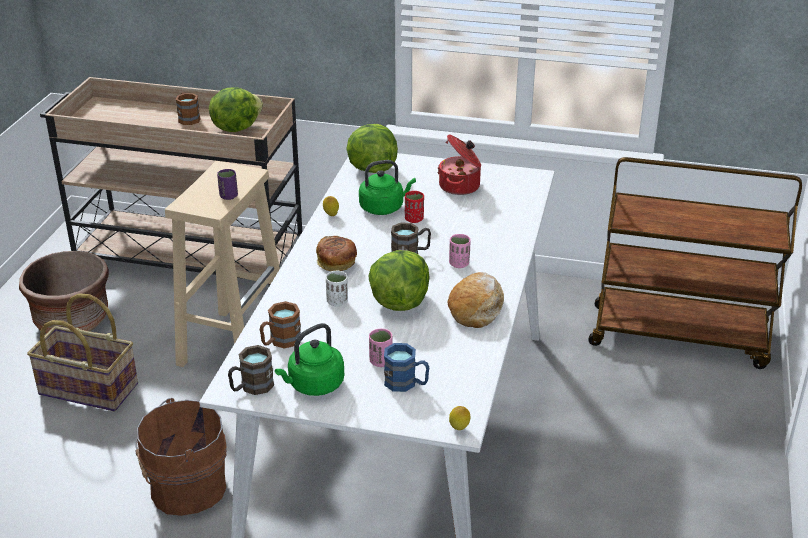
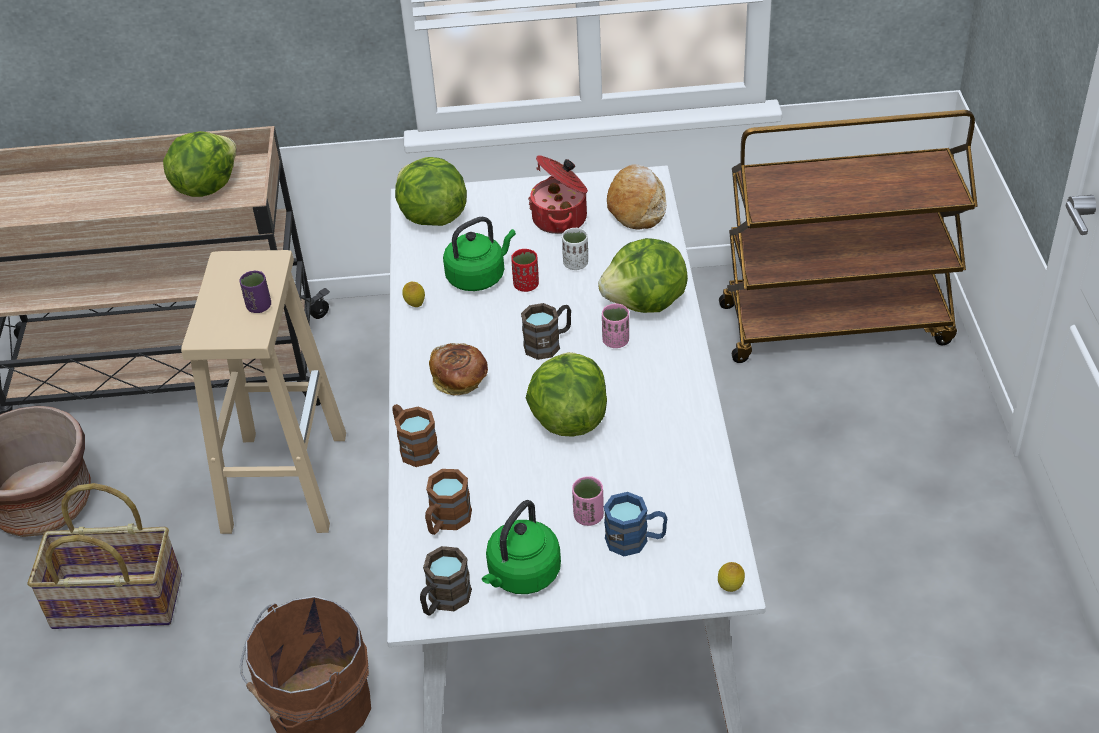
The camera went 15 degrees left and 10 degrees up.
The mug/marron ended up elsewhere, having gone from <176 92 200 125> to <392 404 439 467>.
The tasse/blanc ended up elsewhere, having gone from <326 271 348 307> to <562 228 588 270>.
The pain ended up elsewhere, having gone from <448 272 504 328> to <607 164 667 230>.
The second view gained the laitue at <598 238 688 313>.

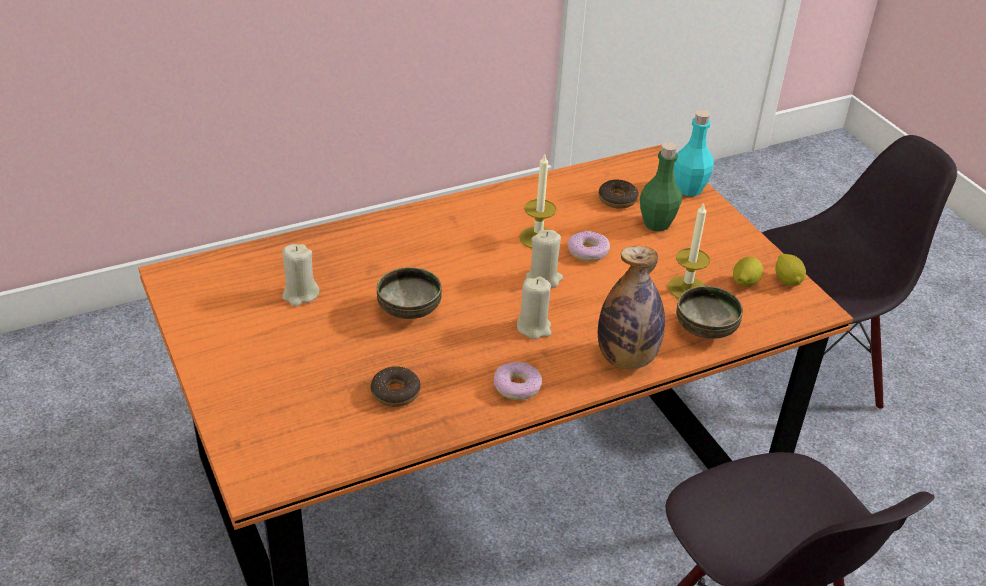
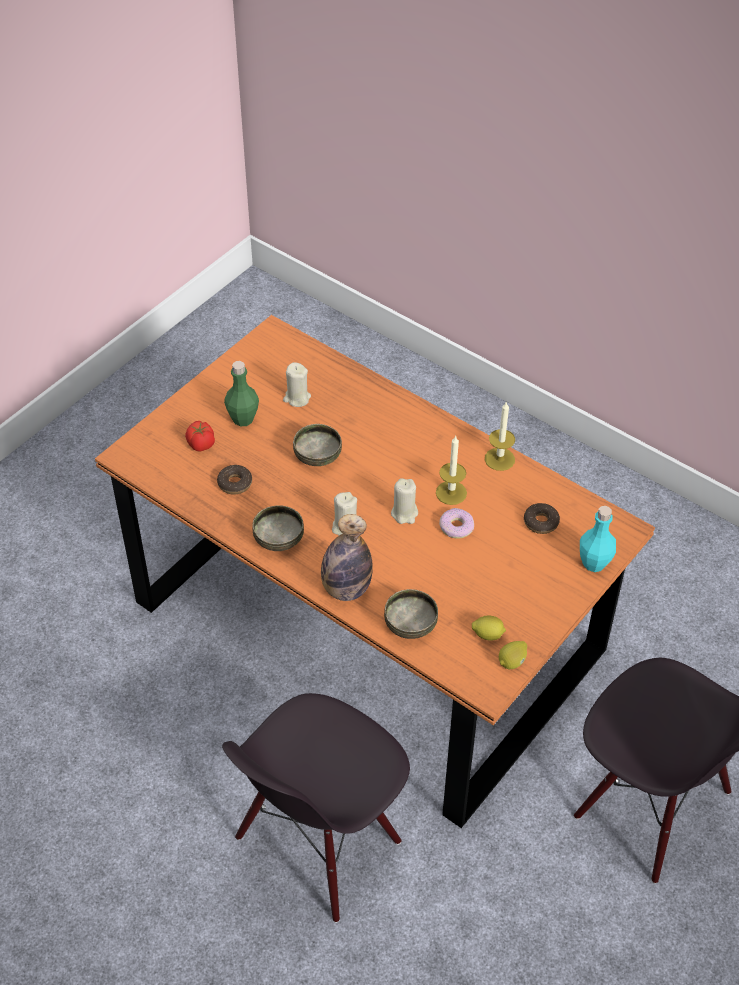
The camera went 65 degrees right and 10 degrees up.
Where the beignet stood at <494 362 542 400>, the bol came to stand at <252 505 304 551>.
The bouteille/vert ended up elsewhere, having gone from <640 142 682 231> to <224 361 259 426>.
The bougie ended up elsewhere, having gone from <668 203 710 299> to <485 401 515 471>.
The second view gained the tomate at <185 421 215 452>.

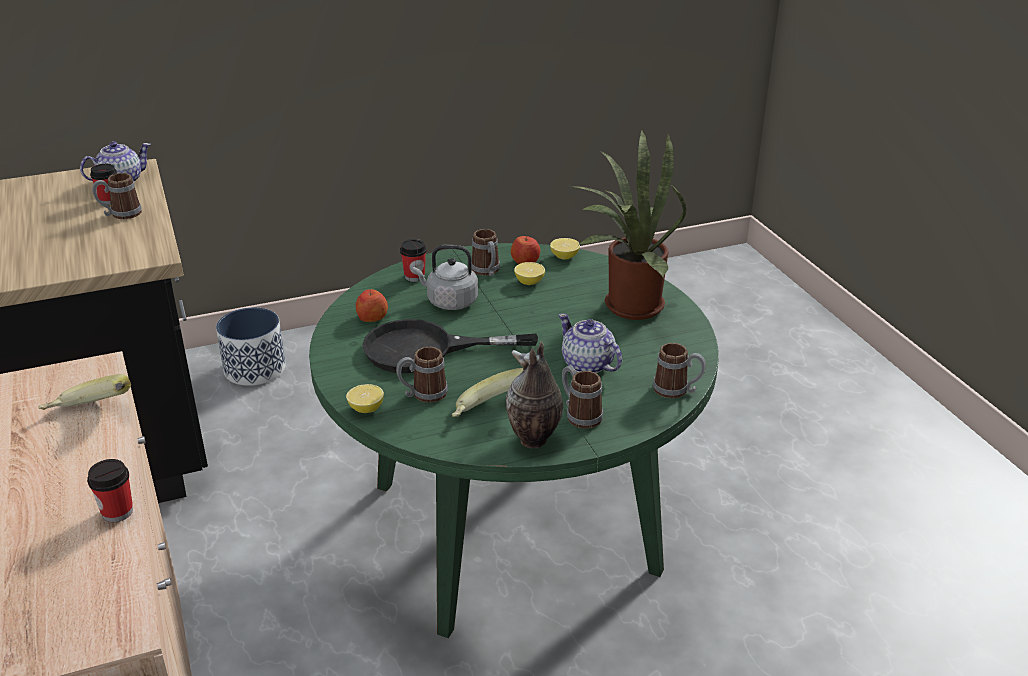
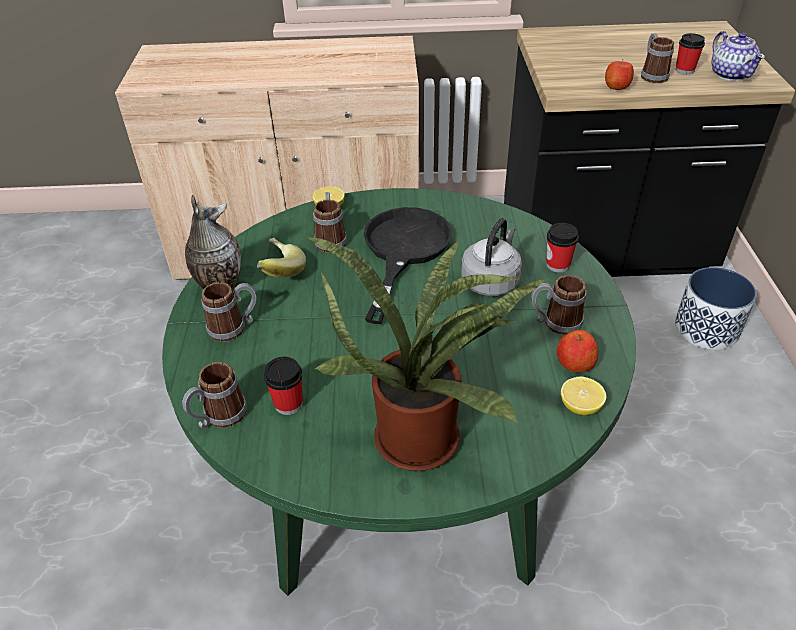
The camera went 110 degrees right and 10 degrees up.
The second view lost the banane at <39 374 131 410>.
The tasse ended up elsewhere, having gone from <87 459 133 522> to <264 357 303 415>.
The pomme ended up elsewhere, having gone from <356 289 388 322> to <605 61 634 90>.
The second view lost the citron at <514 262 545 285>.
The second view lost the théière at <559 313 622 373>.

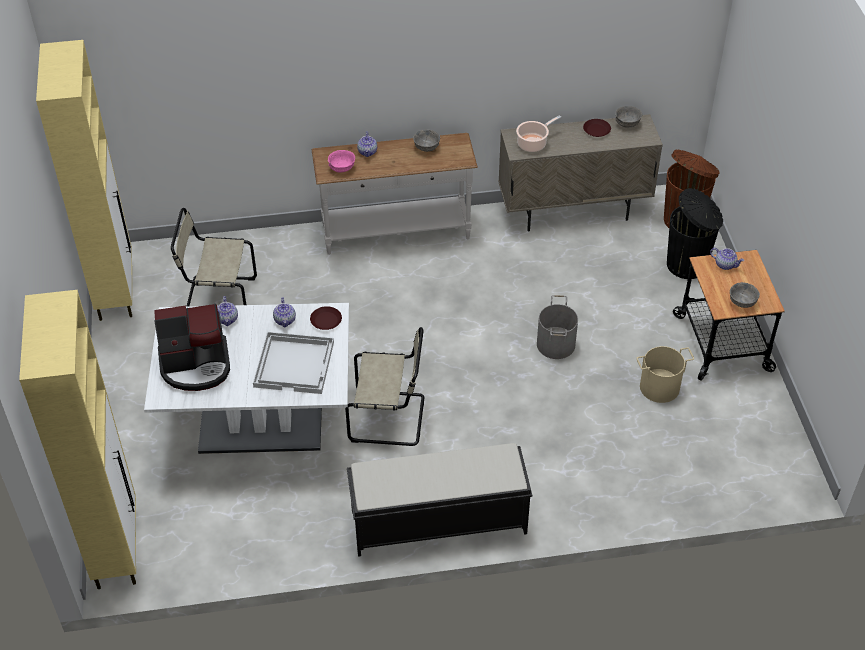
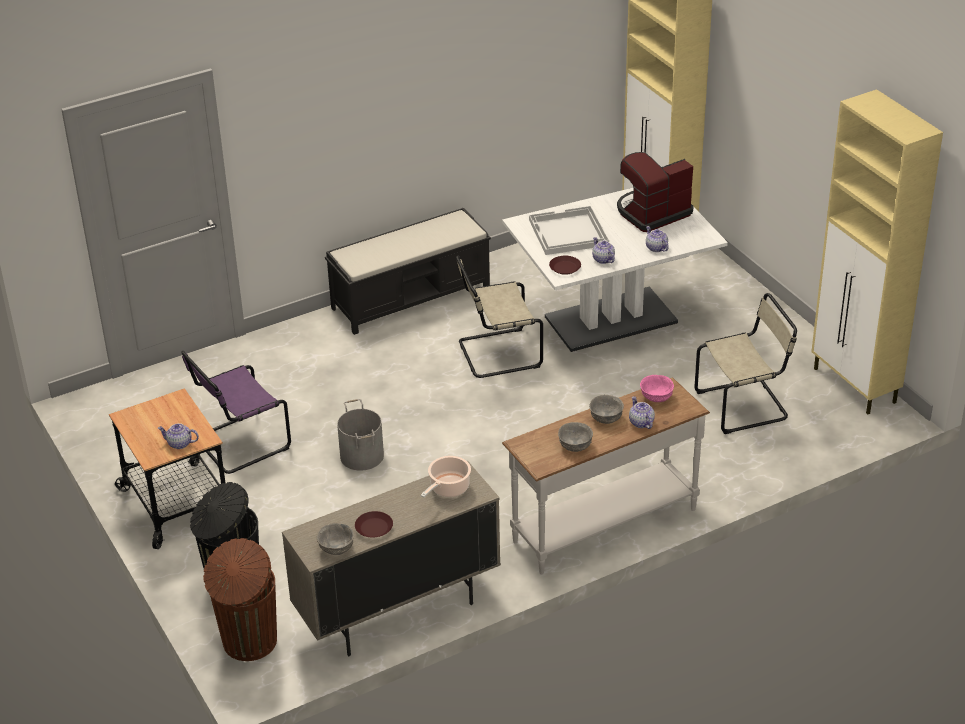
The camera went 160 degrees right and 10 degrees down.
Where the seau/beige stood at <636 346 694 403>, the chaise/violet came to stand at <181 351 291 474>.
The bol/gris ended up elsewhere, having gone from <730 282 760 308> to <589 395 624 424>.

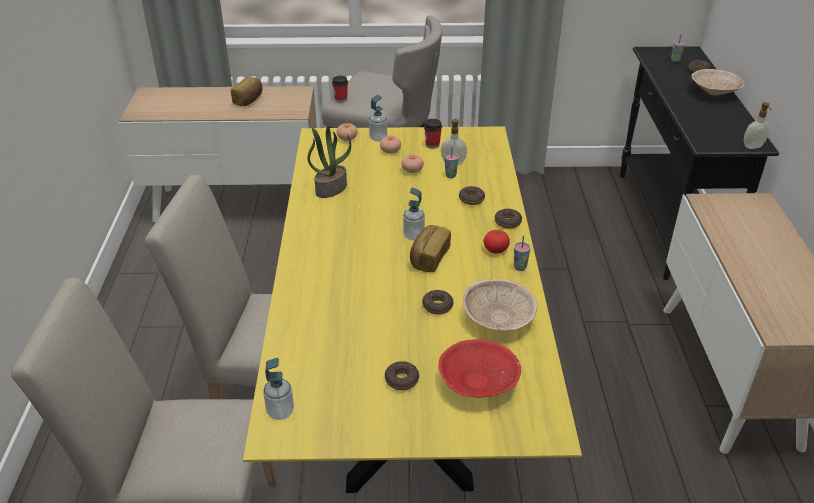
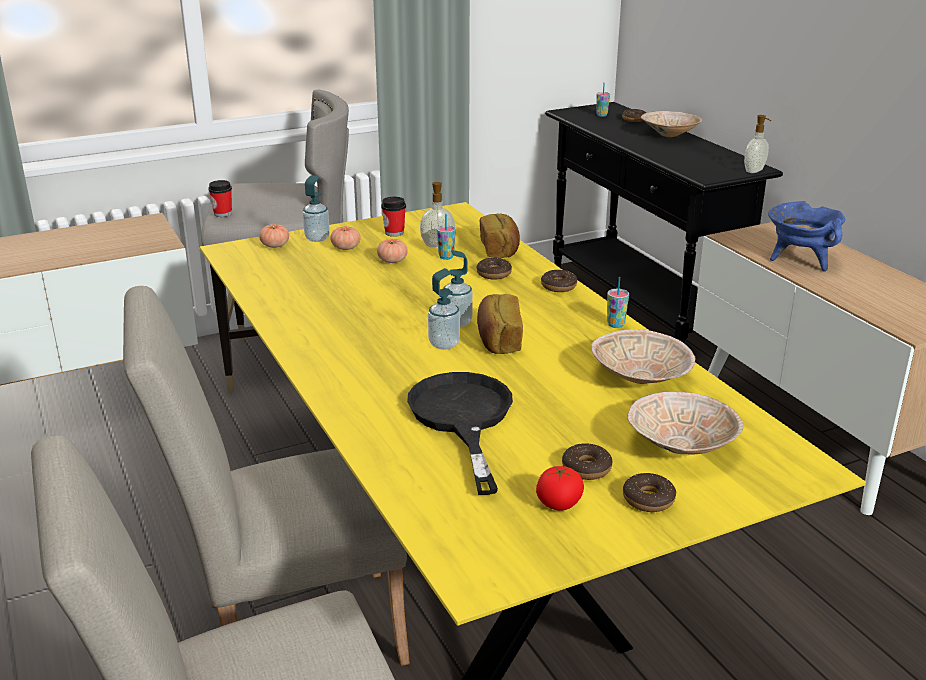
The camera went 25 degrees left and 10 degrees down.
The pain ended up elsewhere, having gone from <231 77 263 106> to <480 213 520 258>.
The distributeur de savon ended up elsewhere, having gone from <263 358 294 420> to <428 268 460 350>.
The second view lost the plante en pot at <308 127 351 198>.
The beignet ended up elsewhere, having gone from <422 290 453 314> to <623 473 676 512>.
What was the bol/rouge at <439 339 521 398> turned into the bol/beige at <628 391 744 454>.
The tomate ended up elsewhere, having gone from <484 229 510 254> to <536 466 584 511>.
The second view gained the poêle/noir at <407 372 513 495>.
The second view gained the marmite/bleu at <768 201 845 272>.

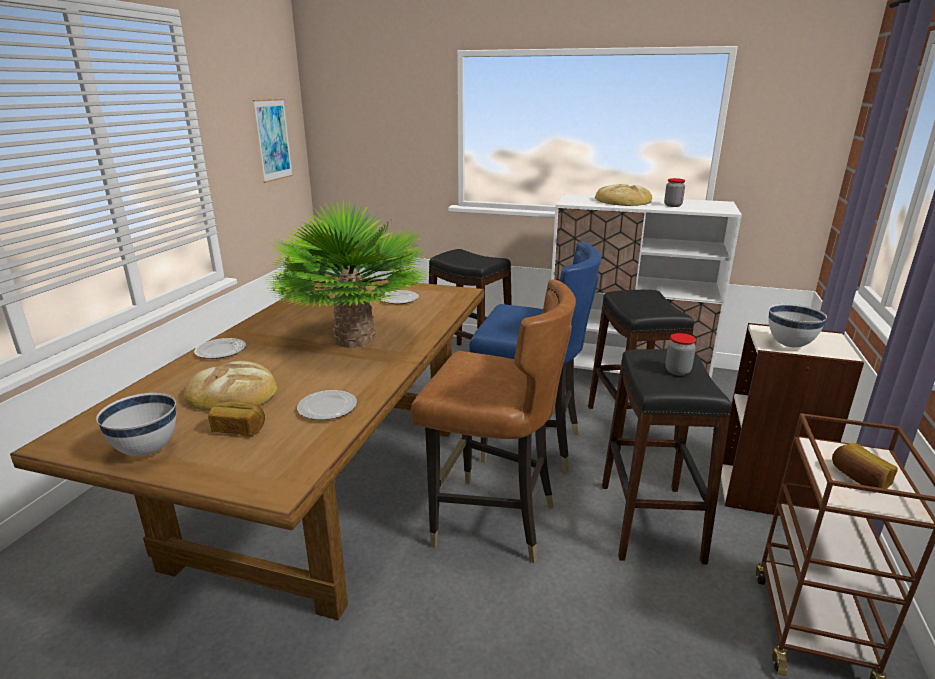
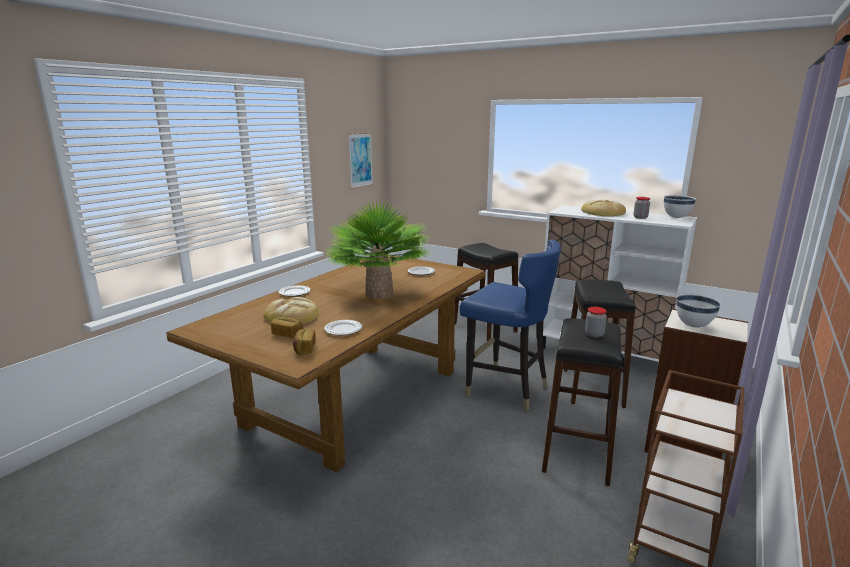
The camera went 15 degrees right and 5 degrees down.
The bol/blanc ended up elsewhere, having gone from <96 393 176 457> to <664 195 696 218>.
The second view lost the chaise/marron at <411 279 576 563>.
The pain ended up elsewhere, having gone from <832 443 898 489> to <293 328 316 355>.

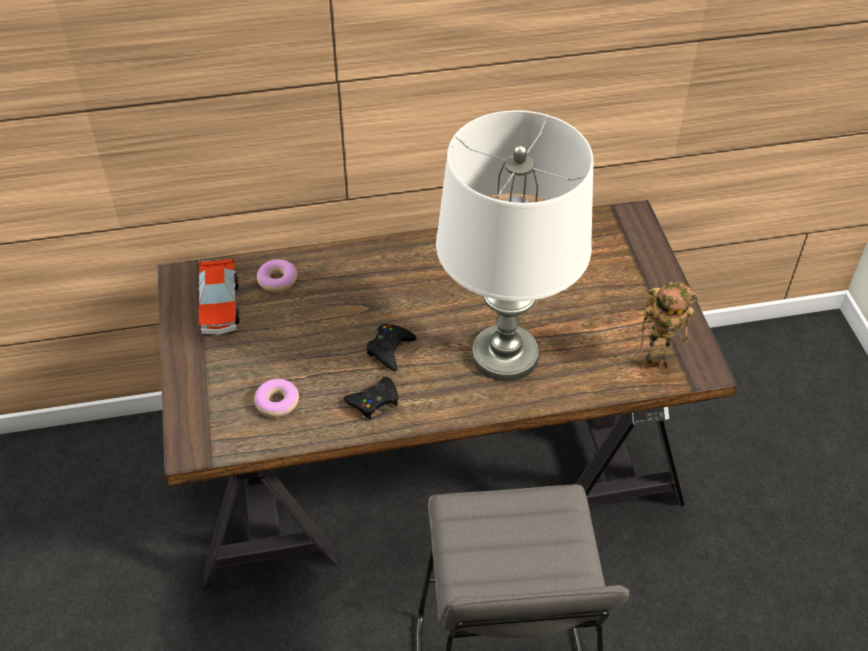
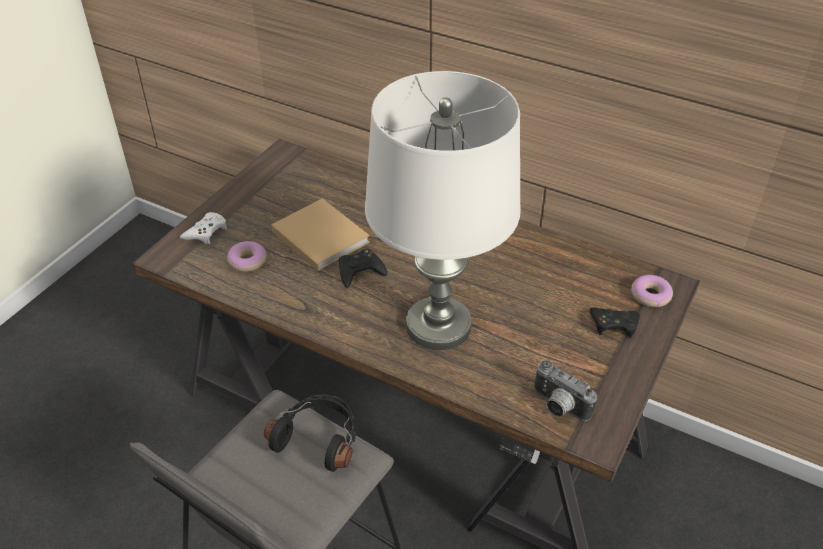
The camera went 40 degrees right and 5 degrees down.
The second view lost the petite voiture at <198 256 240 335>.
The beignet ended up elsewhere, having gone from <257 259 297 292> to <631 275 673 308>.
The manette/noir ended up elsewhere, having gone from <343 377 399 420> to <590 308 640 338>.
Where the robot jouet stood at <640 282 698 369>, the appareil photo came to stand at <534 360 597 421>.
The second view gained the manette/blanc at <180 212 227 244>.
The second view gained the casque audio/noir at <264 395 357 472>.
The second view gained the livre/beige at <271 198 370 271>.

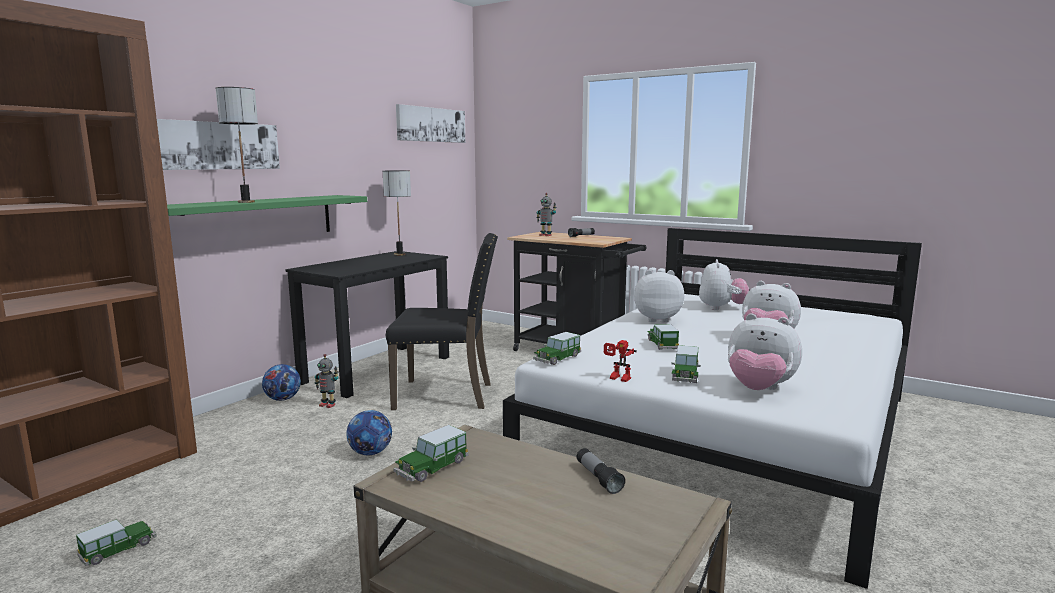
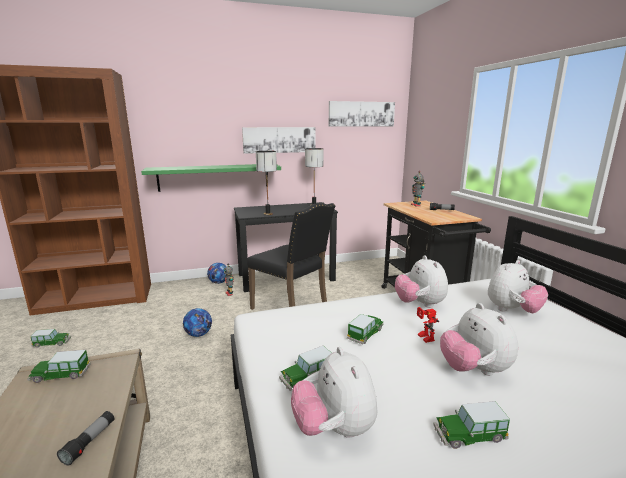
The camera went 40 degrees right and 5 degrees up.
The tableau ended up elsewhere, having gone from <157 119 280 170> to <242 127 316 154>.
The lampe de table ended up elsewhere, having gone from <216 87 258 203> to <256 151 277 215>.
The petite voiture ended up elsewhere, having gone from <533 332 581 365> to <433 401 510 449>.
The robot jouet ended up elsewhere, having gone from <604 340 637 382> to <417 307 439 343>.
The peluche at <634 270 684 323> ended up facing another way, 150 degrees counterclockwise from before.

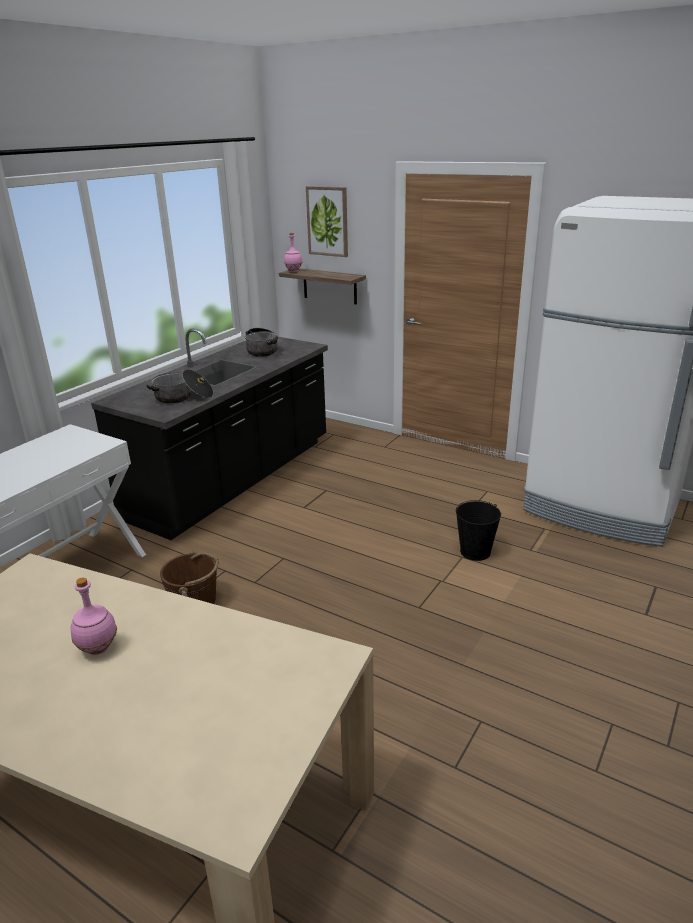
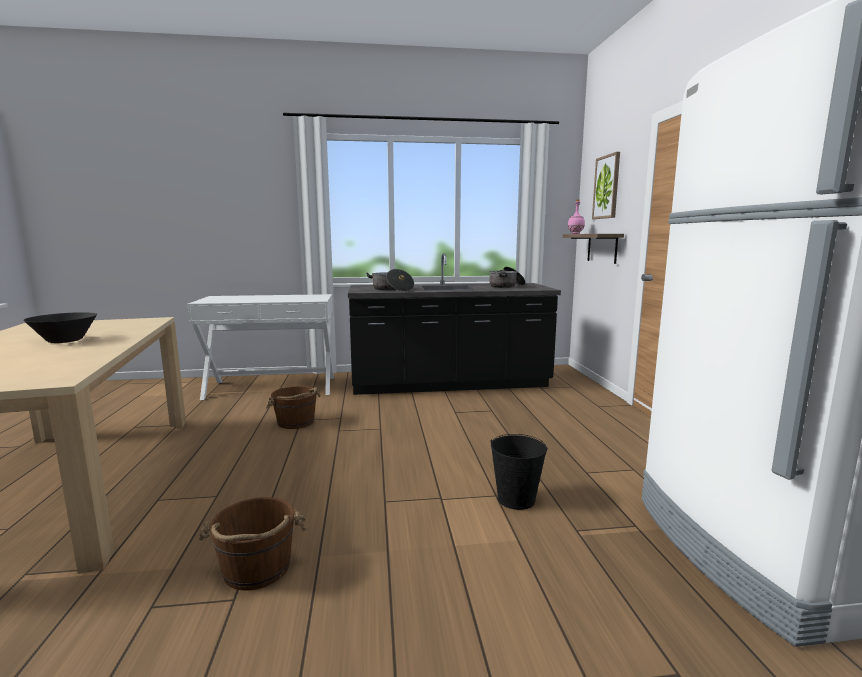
The camera went 50 degrees right and 15 degrees down.
Where the bouteille/rose stood at <70 578 117 655>, the bol/noir came to stand at <23 312 97 343>.
The second view gained the seau/marron at <199 497 307 590>.

